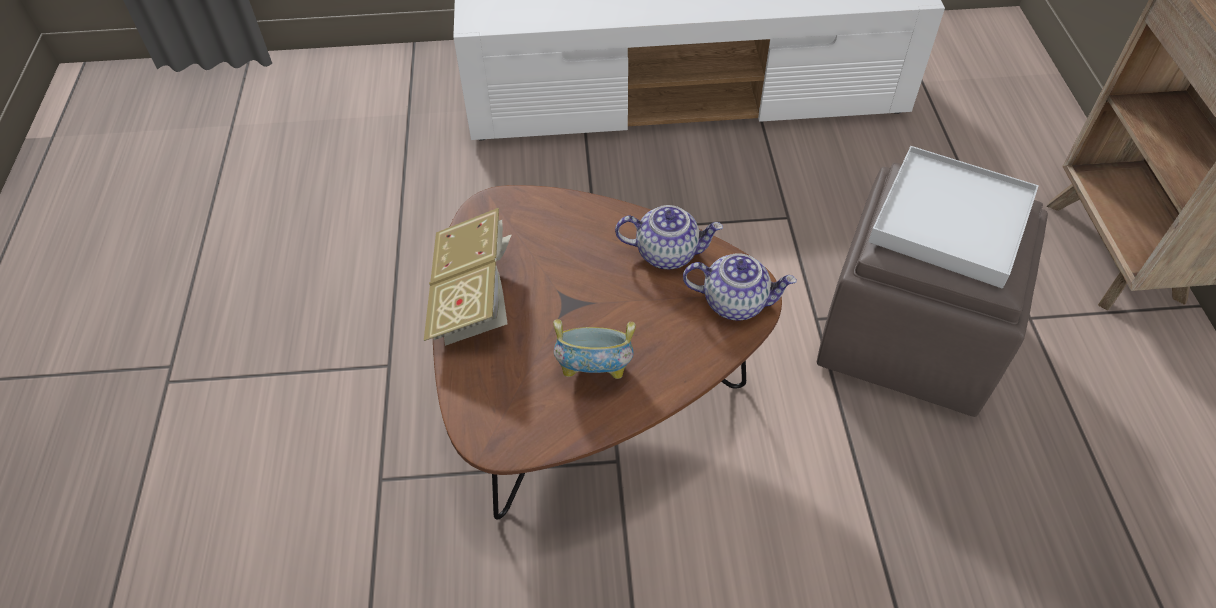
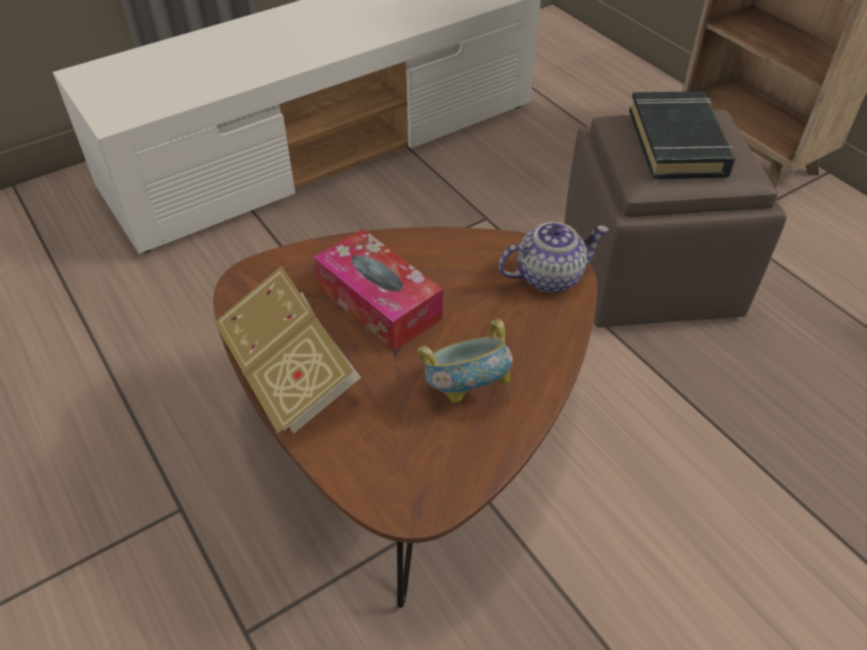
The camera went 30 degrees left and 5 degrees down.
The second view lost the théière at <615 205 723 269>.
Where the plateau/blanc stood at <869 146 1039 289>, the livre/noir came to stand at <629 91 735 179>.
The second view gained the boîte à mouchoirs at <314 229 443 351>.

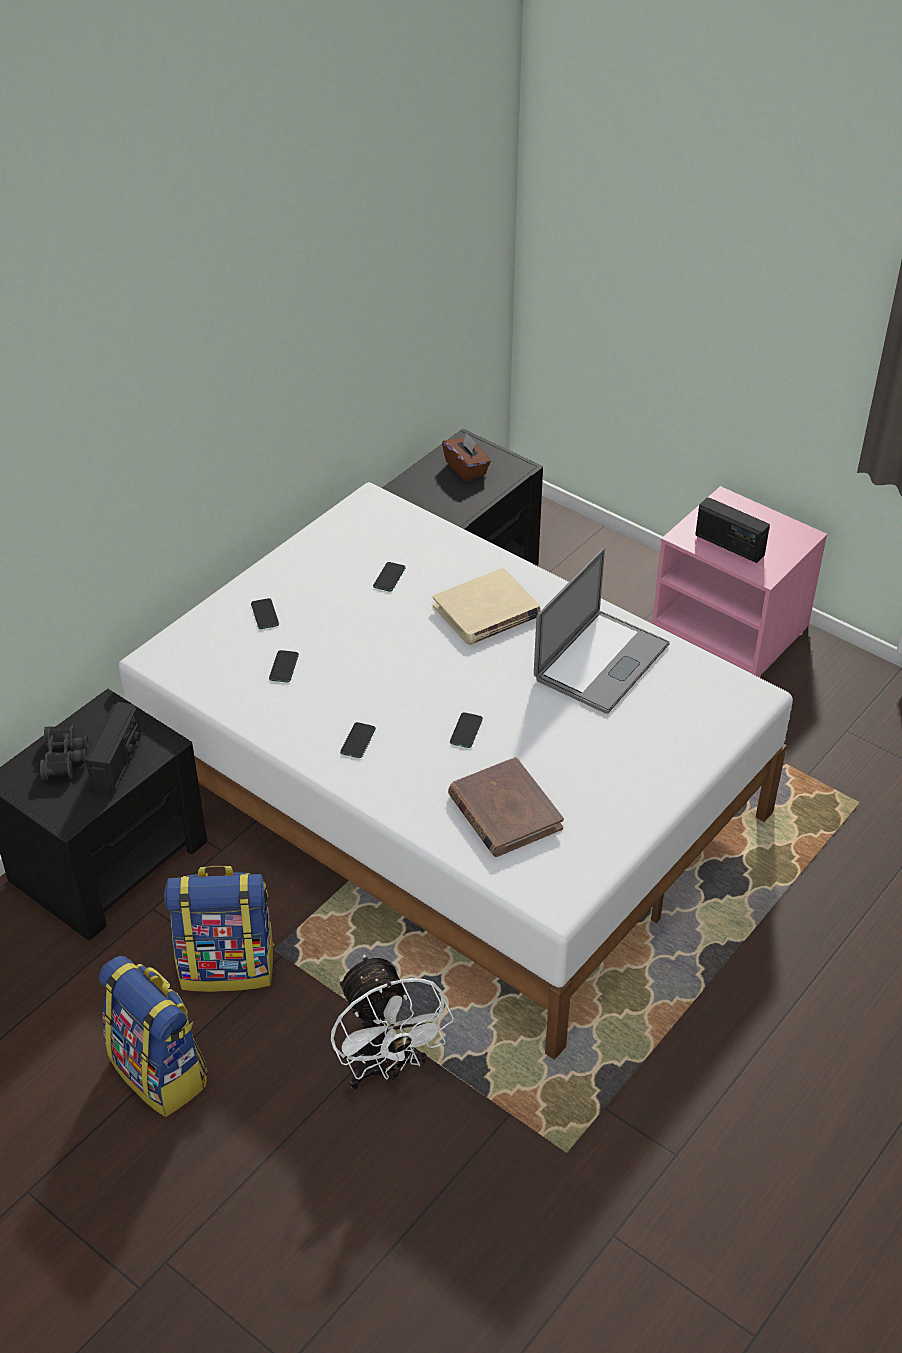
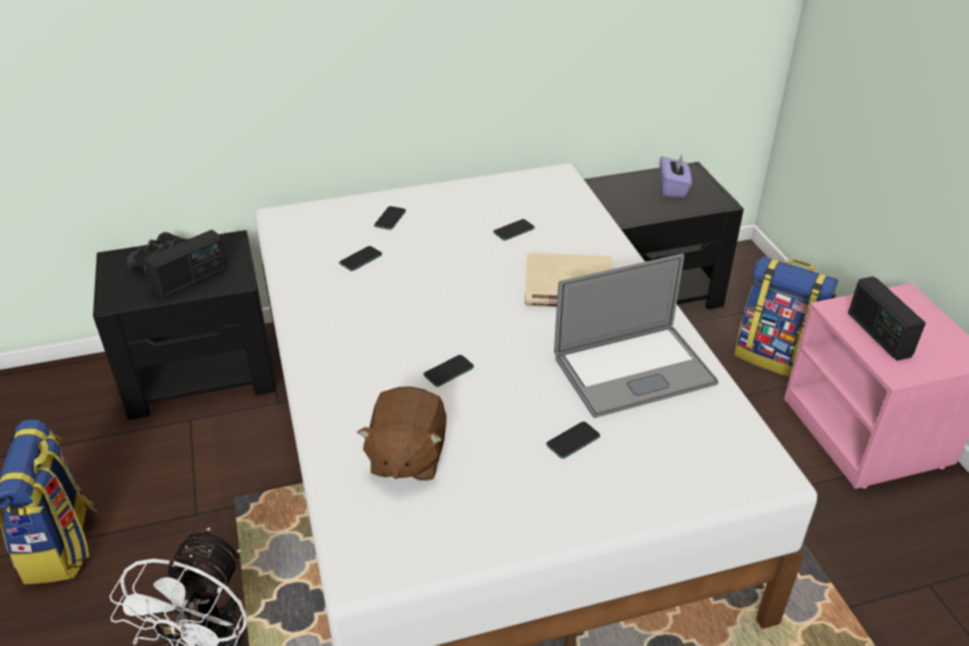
The camera went 35 degrees right and 5 degrees down.
The sac à dos ended up elsewhere, having gone from <164 866 275 992> to <735 256 838 377>.
The téléphone ended up elsewhere, having gone from <340 722 376 758> to <546 421 600 459>.
What was the boîte à mouchoirs/marron at <442 432 491 482> turned into the boîte à mouchoirs/violet at <660 155 692 197>.
Where the livre/marron stood at <448 757 564 857>, the peluche/marron came to stand at <357 386 447 481>.

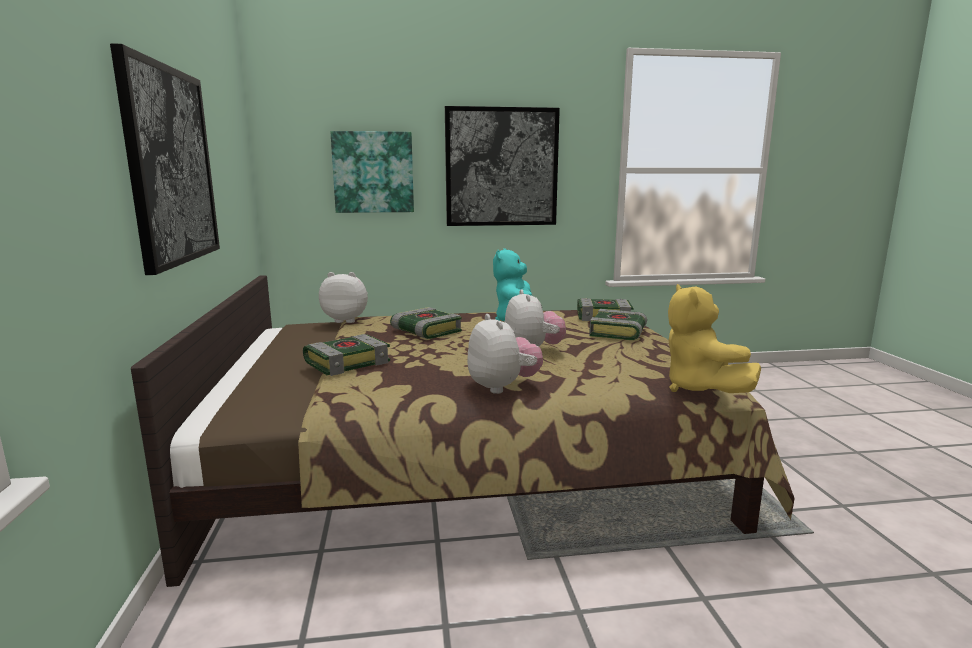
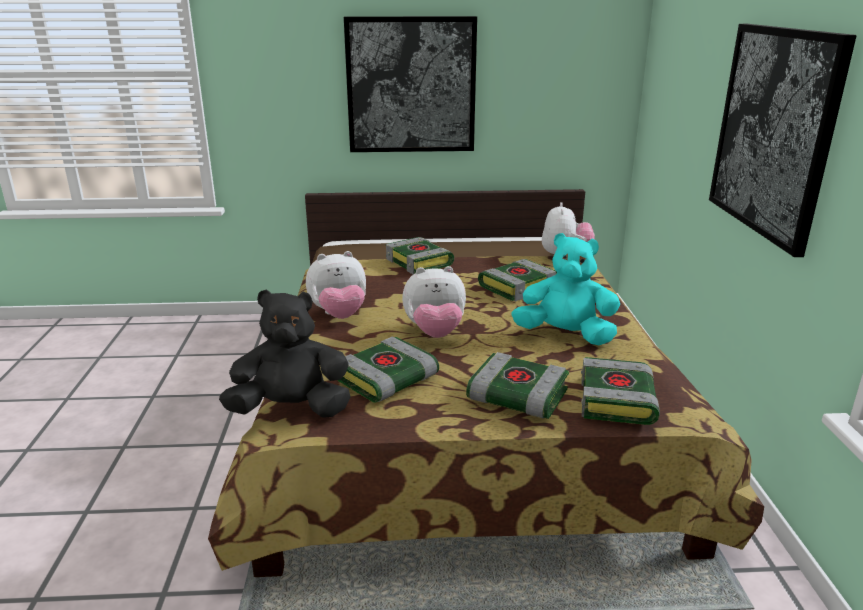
The camera went 95 degrees right and 10 degrees up.
The second view lost the tableau at <330 131 414 213>.
What was the peluche/jaune at <668 284 761 393> turned into the peluche/noir at <219 289 351 418>.
The second view gained the livre at <337 337 439 403>.

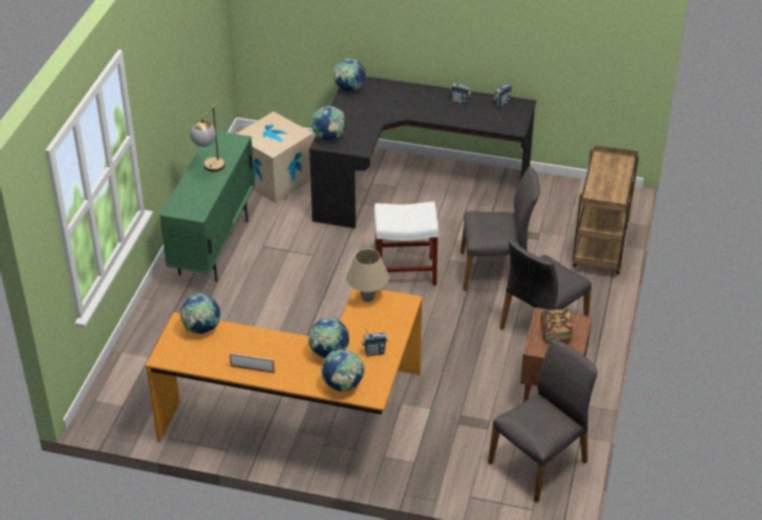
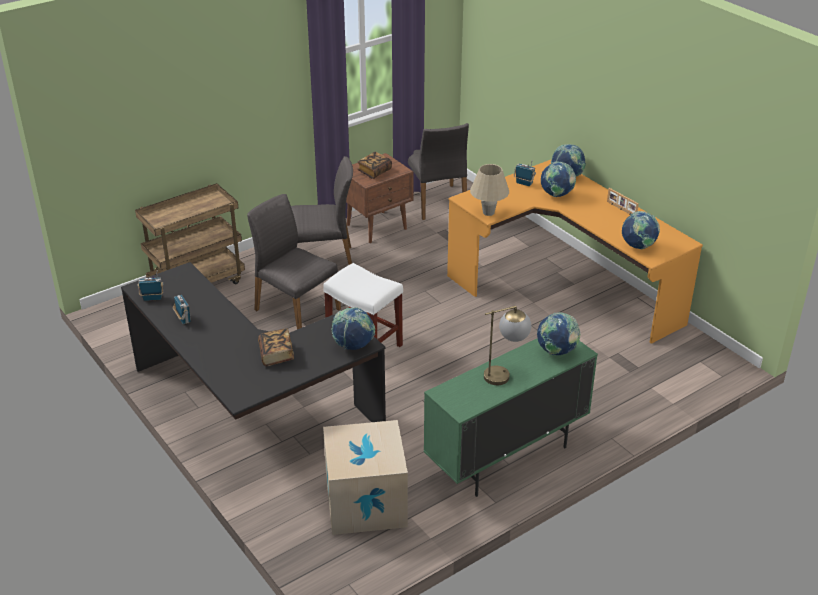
The camera went 140 degrees left and 5 degrees down.
The globe ended up elsewhere, having gone from <333 59 366 92> to <537 312 580 356>.
The chaise/gris at <488 339 597 503> ended up facing another way, 105 degrees counterclockwise from before.
The second view gained the livre at <258 329 294 366>.

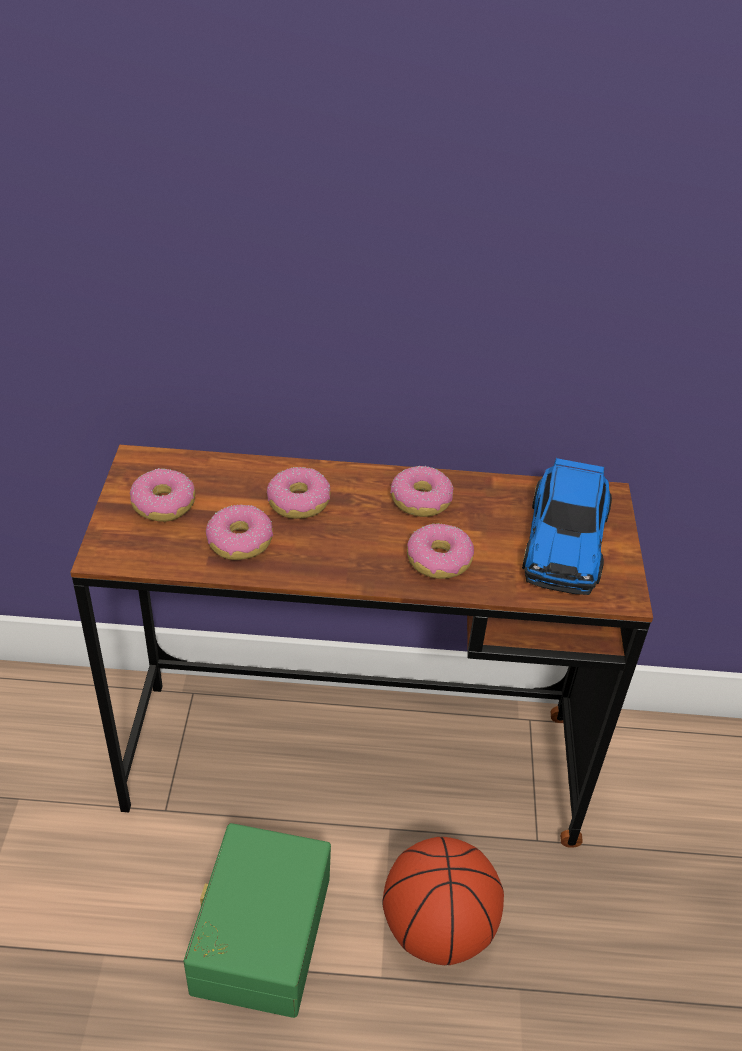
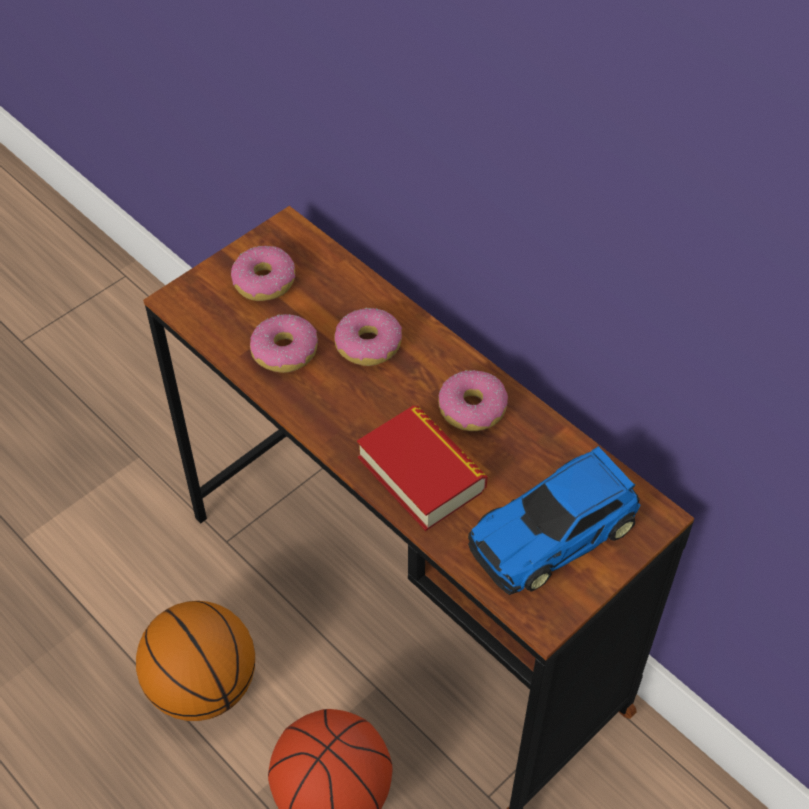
The camera went 45 degrees right and 10 degrees up.
Where the boîte de rangement/vert stood at <184 823 331 1018>, the ballon de basket came to stand at <136 601 255 721>.
Where the beignet stood at <407 523 474 579>, the livre came to stand at <357 405 487 531>.

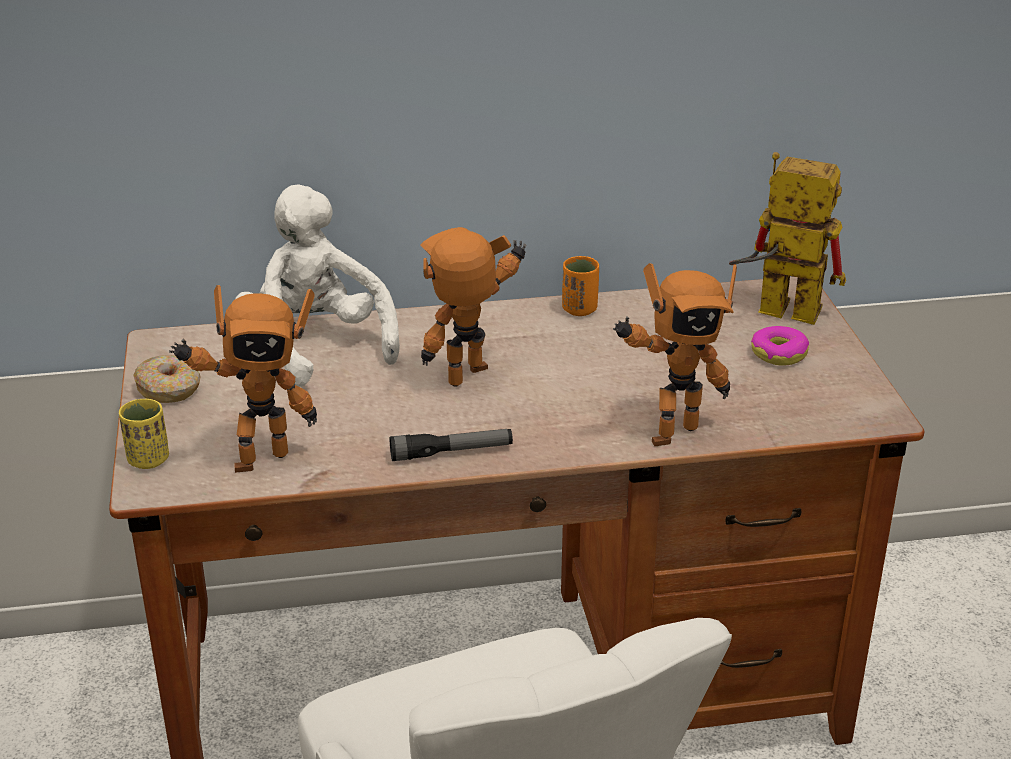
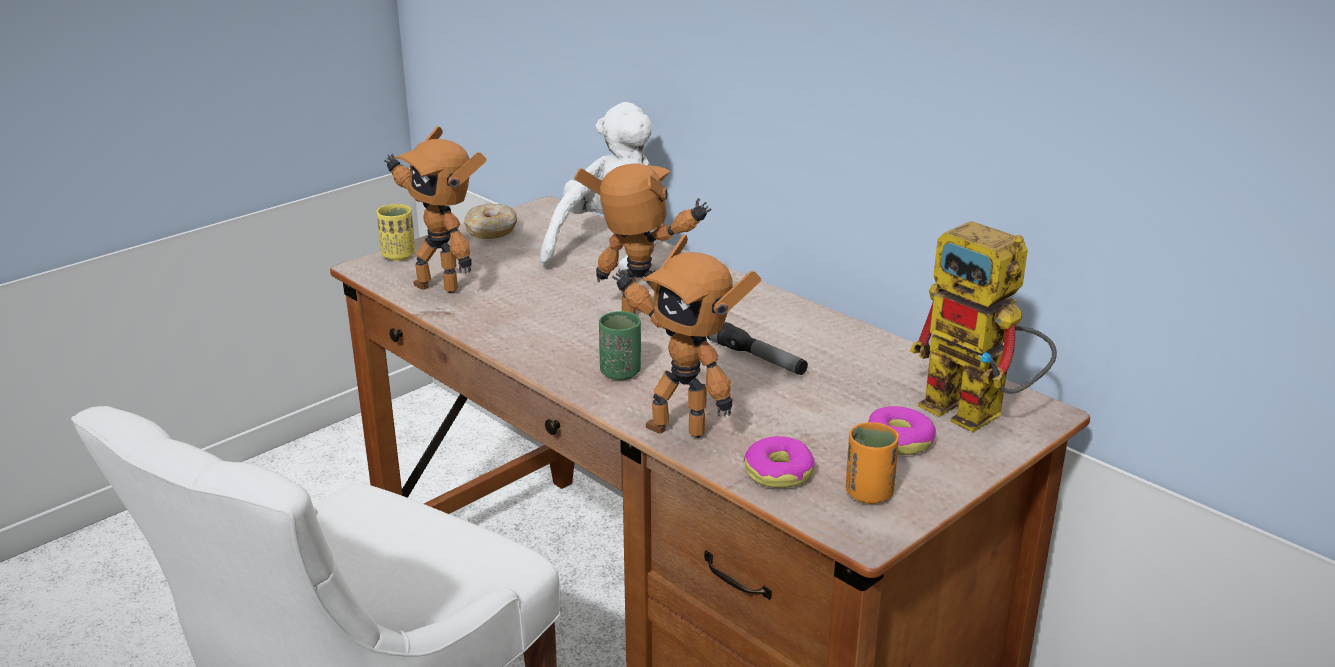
The camera went 55 degrees right and 5 degrees down.
The lampe de poche ended up elsewhere, having gone from <389 429 513 461> to <707 321 808 375>.
The tasse/orange ended up elsewhere, having gone from <562 256 599 316> to <846 422 899 504>.
The robot jouet at <729 152 846 325> ended up facing another way, 150 degrees clockwise from before.
The second view gained the tasse/vert at <599 311 641 380>.
The second view gained the beignet at <744 436 815 488>.

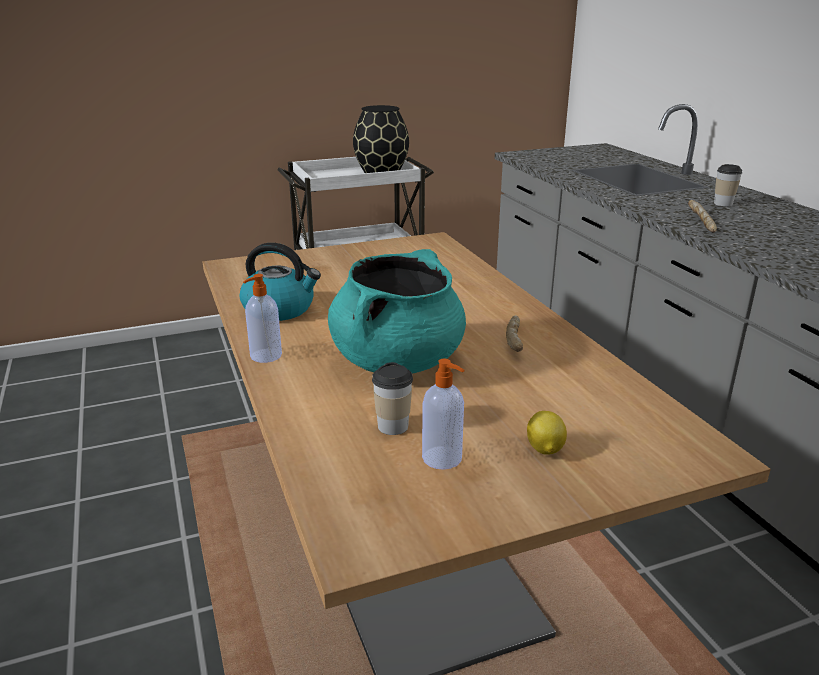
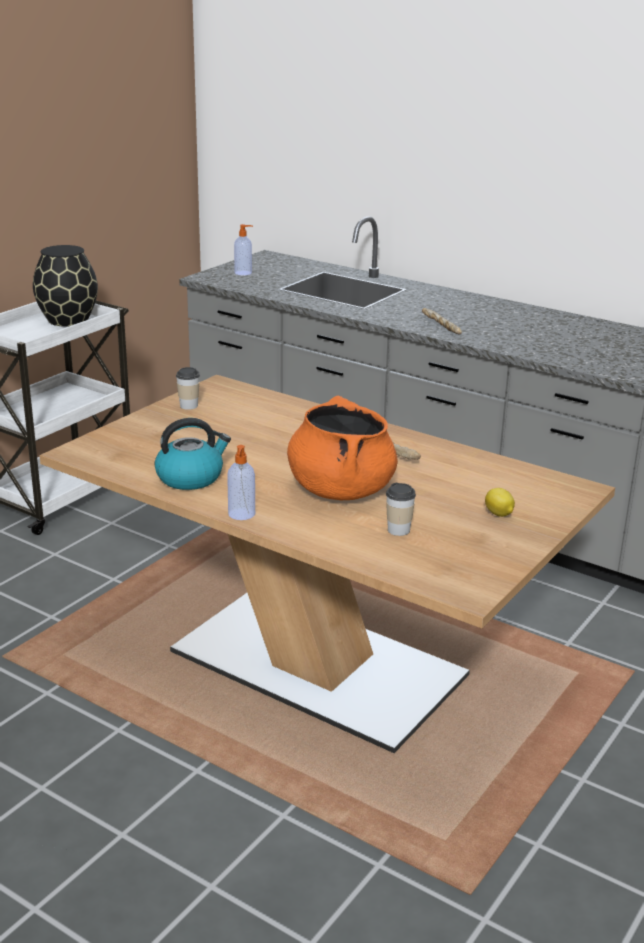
The camera went 35 degrees left and 0 degrees up.
What was the marmite/turquoise at <328 249 466 374> turned into the marmite/orange at <287 396 398 500>.
The distributeur de savon ended up elsewhere, having gone from <422 359 464 470> to <234 224 253 275>.
The tasse ended up elsewhere, having gone from <714 164 742 206> to <176 367 200 410>.

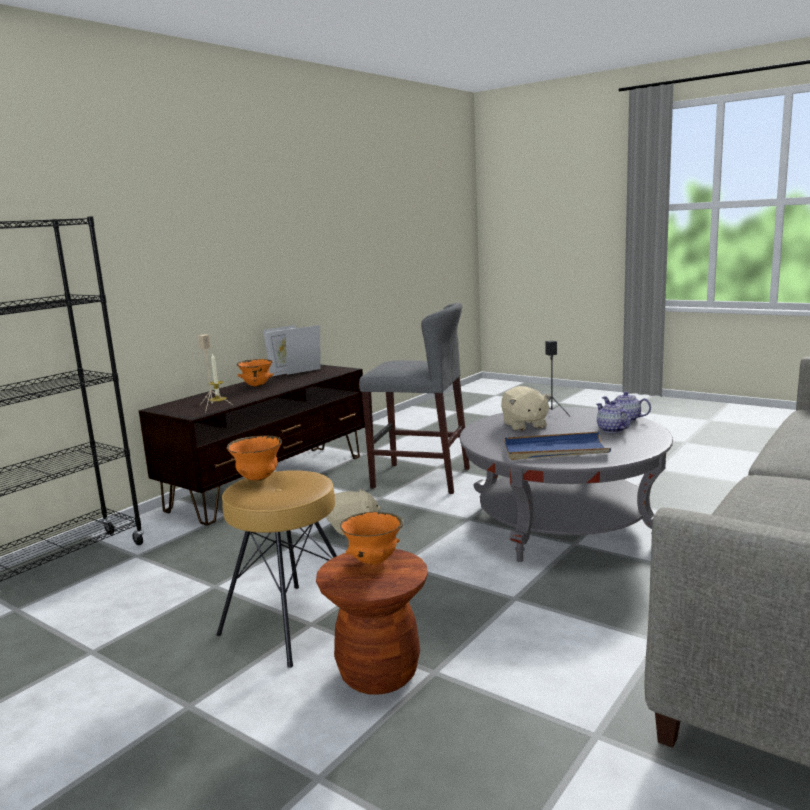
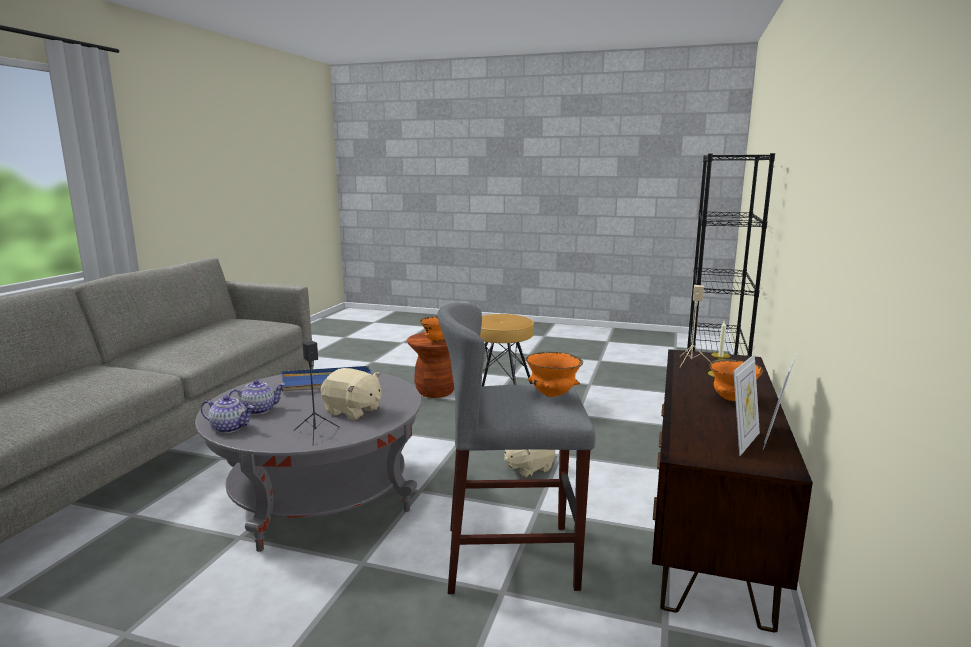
The camera went 160 degrees right and 0 degrees up.
The bol/orange ended up elsewhere, having gone from <227 435 282 481> to <526 352 583 397>.
The peluche/beige at <501 386 551 431> ended up facing another way, 150 degrees clockwise from before.
The théière at <597 401 631 433> ended up facing another way, 75 degrees counterclockwise from before.

